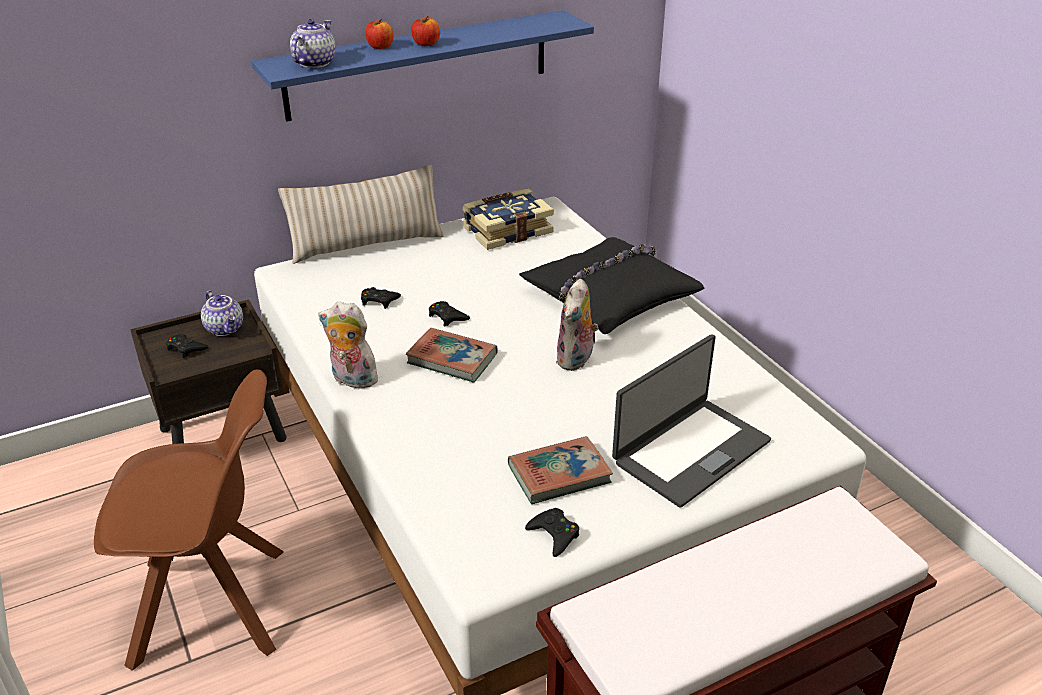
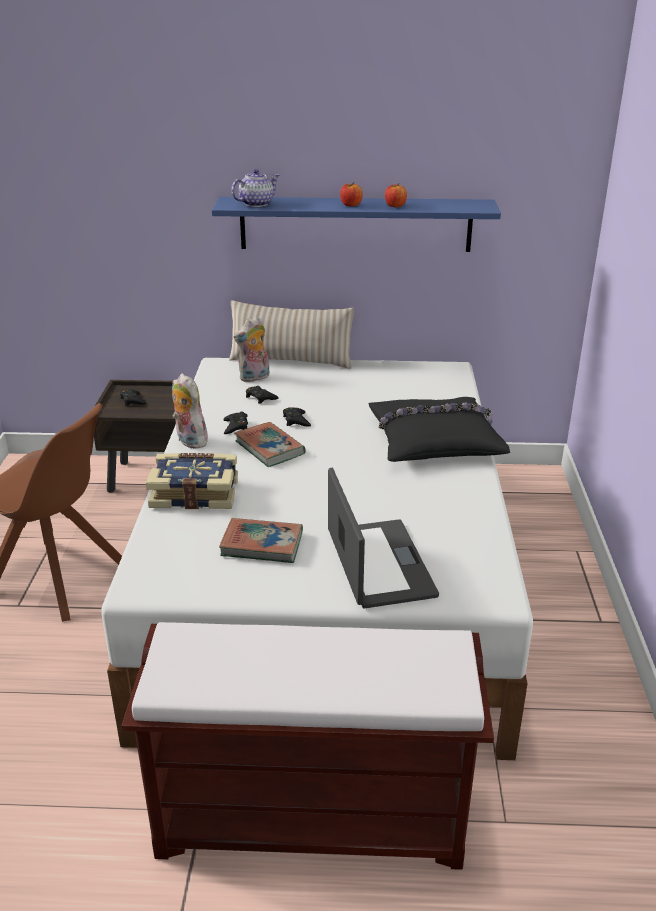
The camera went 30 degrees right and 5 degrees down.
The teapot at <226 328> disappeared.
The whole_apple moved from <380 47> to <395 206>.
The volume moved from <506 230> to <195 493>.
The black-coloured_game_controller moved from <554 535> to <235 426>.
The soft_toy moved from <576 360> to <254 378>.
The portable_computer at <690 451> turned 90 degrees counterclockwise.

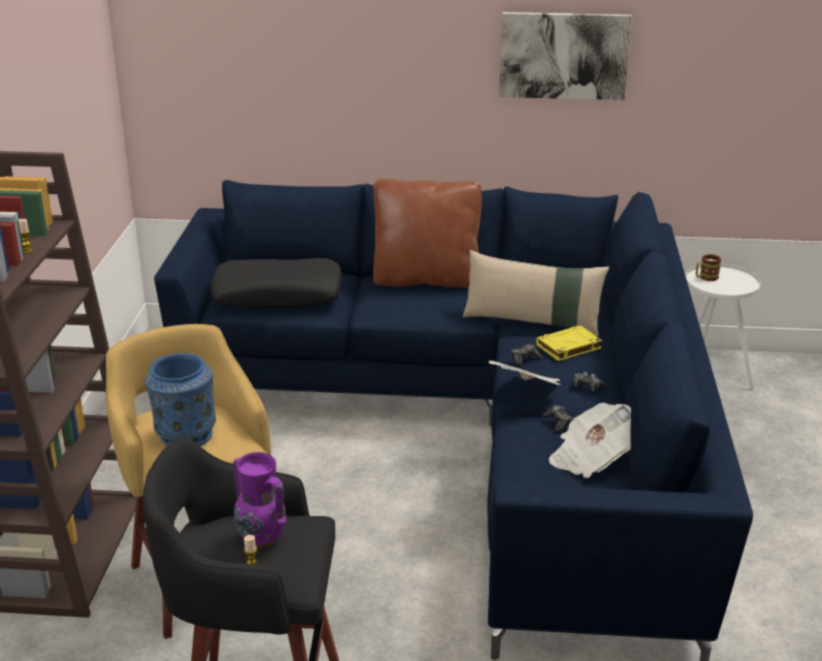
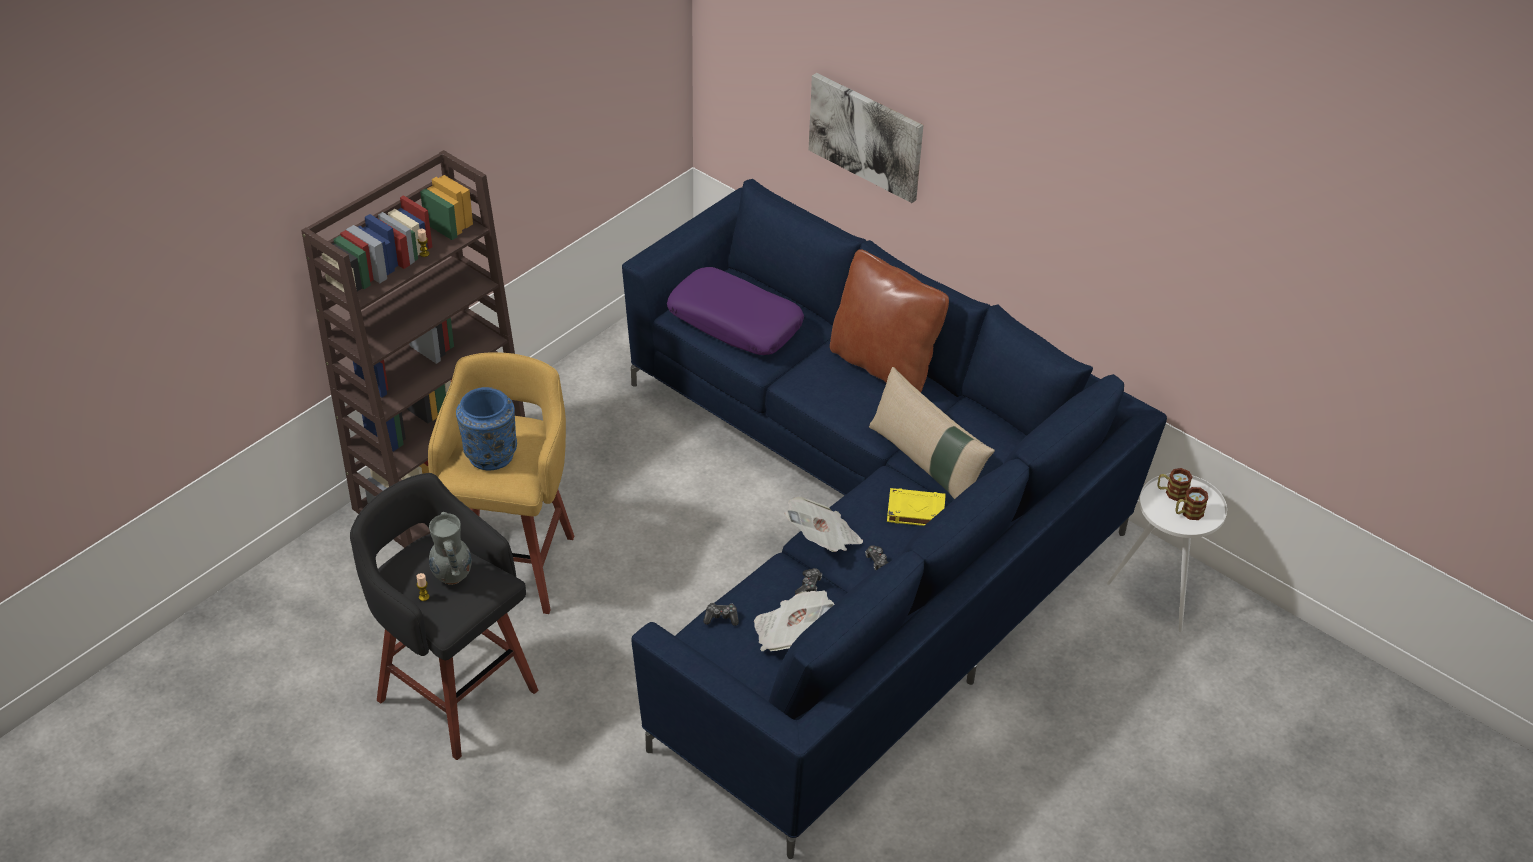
The camera went 35 degrees right and 15 degrees up.
The mug at <1188 513> appeared.
The wall_art moved from <563 55> to <866 136>.
The game_controller moved from <524 359> to <721 618>.
The black-coloured_throw_pillow at <278 295> became the purplish_throw_pillow at <735 322>.
The purplish_flower_vase at <262 539> became the gray_flower_vase at <452 577>.

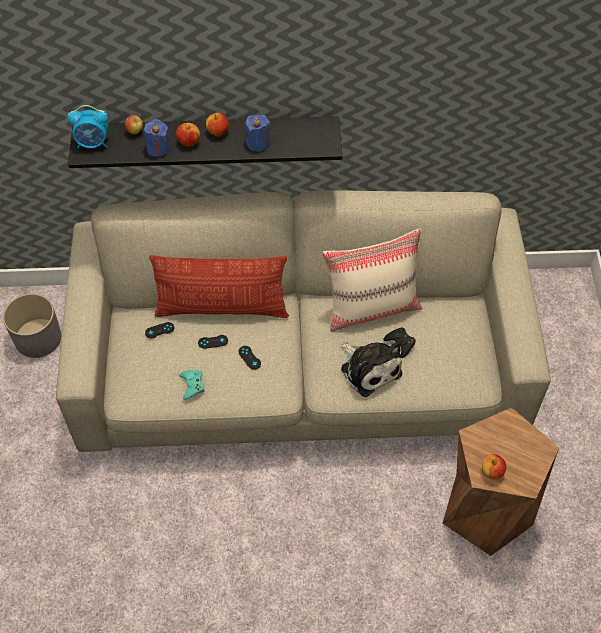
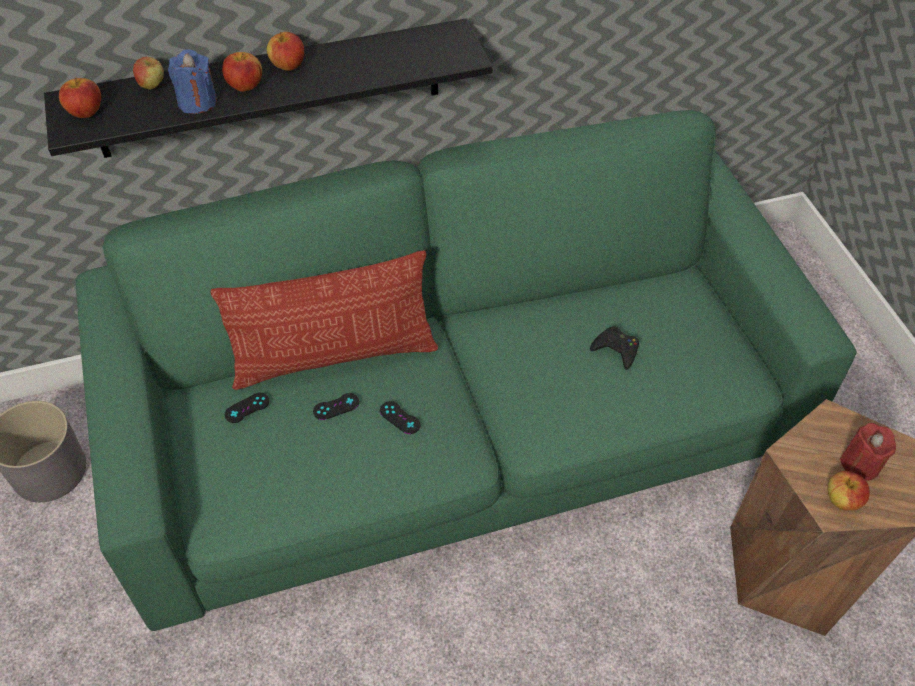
The camera went 15 degrees left and 5 degrees down.
The turquoise_game_controller at <192 385> disappeared.
The bluish_wax_candle at <258 142> disappeared.
The beige_throw_pillow at <372 307> disappeared.
The soft_toy at <369 368> disappeared.
The red_wax_candle at <860 464> appeared.
The alarm_clock at <93 143> was replaced by the whole_apple at <86 112>.
The beige_sofa at <300 363> became the green-coloured_sofa at <456 421>.

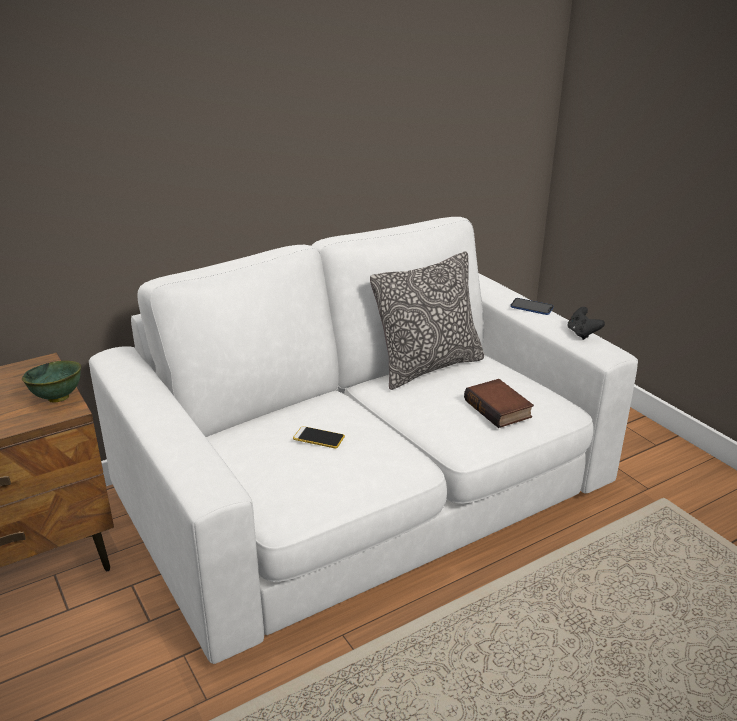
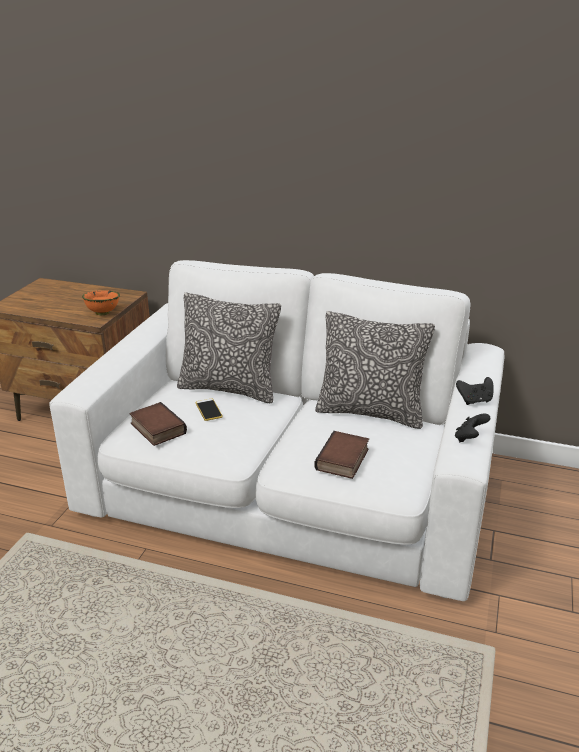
The camera went 50 degrees right and 0 degrees up.
The volume at <156 428> appeared.
The throw_pillow at <229 389> appeared.
The phone at <531 307> was replaced by the black-coloured_game_controller at <475 401>.
The green-coloured_serving_bowl at <56 398> became the orange_serving_bowl at <102 313>.

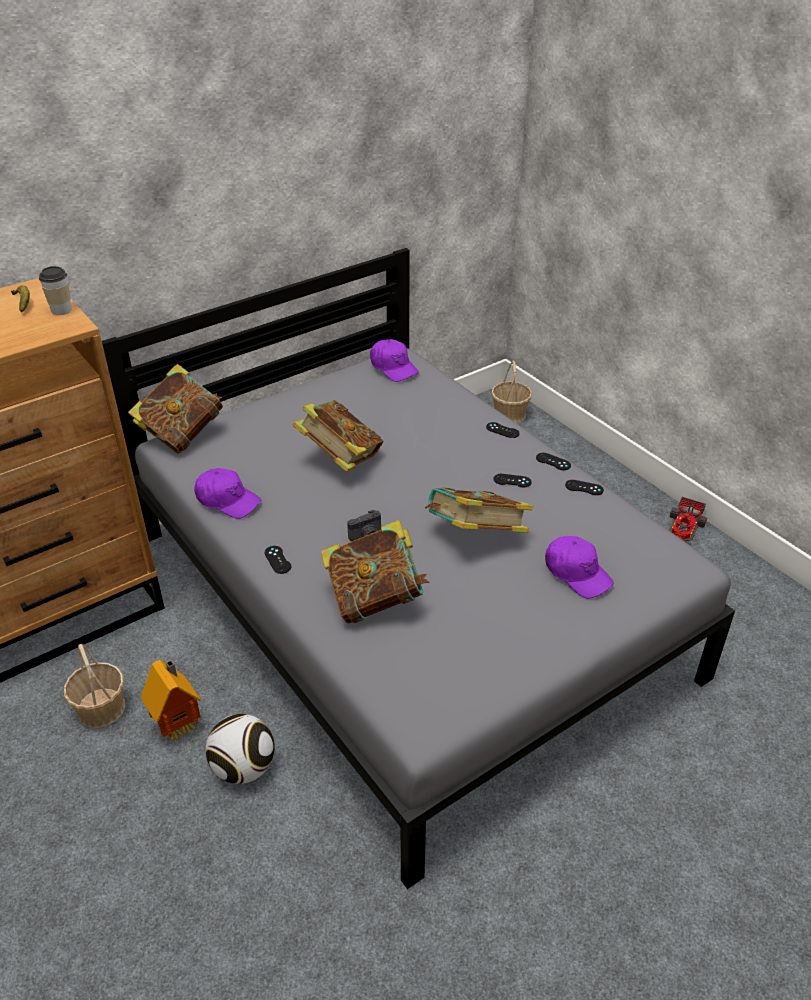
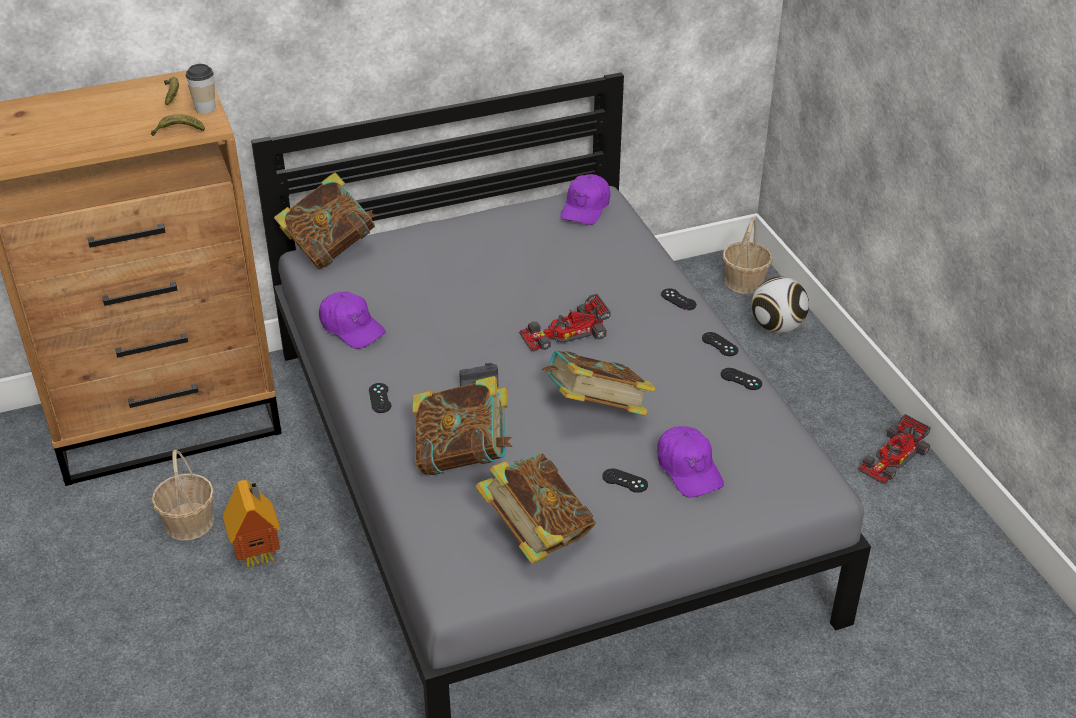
The camera went 15 degrees right and 0 degrees up.
The whole_banana at <178 131> appeared.
The model_car at <565 332> appeared.
The football_ball moved from <243 768> to <776 326>.
The volume moved from <340 459> to <536 534>.
The black-coloured_game_controller moved from <512 480> to <625 481>.
The purplish_baseball_cap at <393 367> turned 45 degrees clockwise.

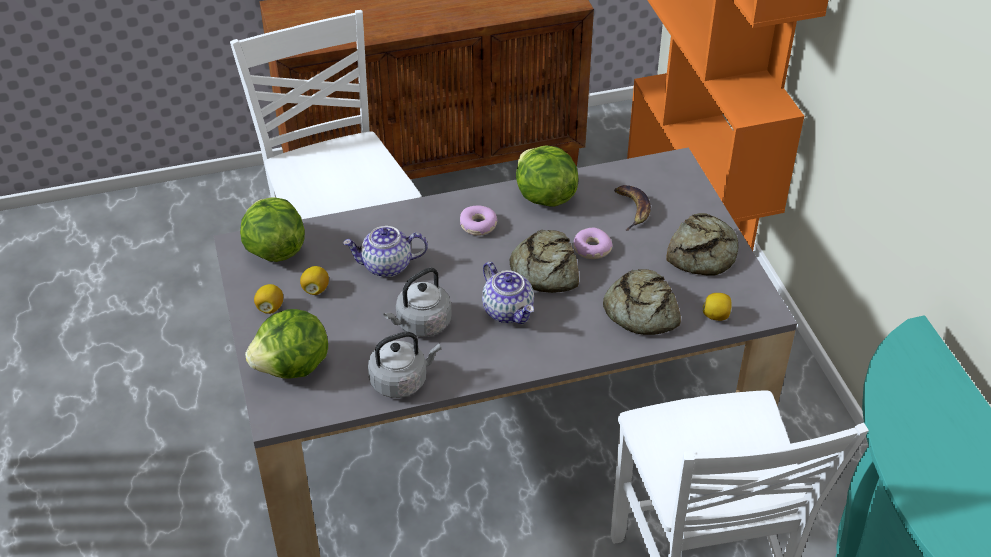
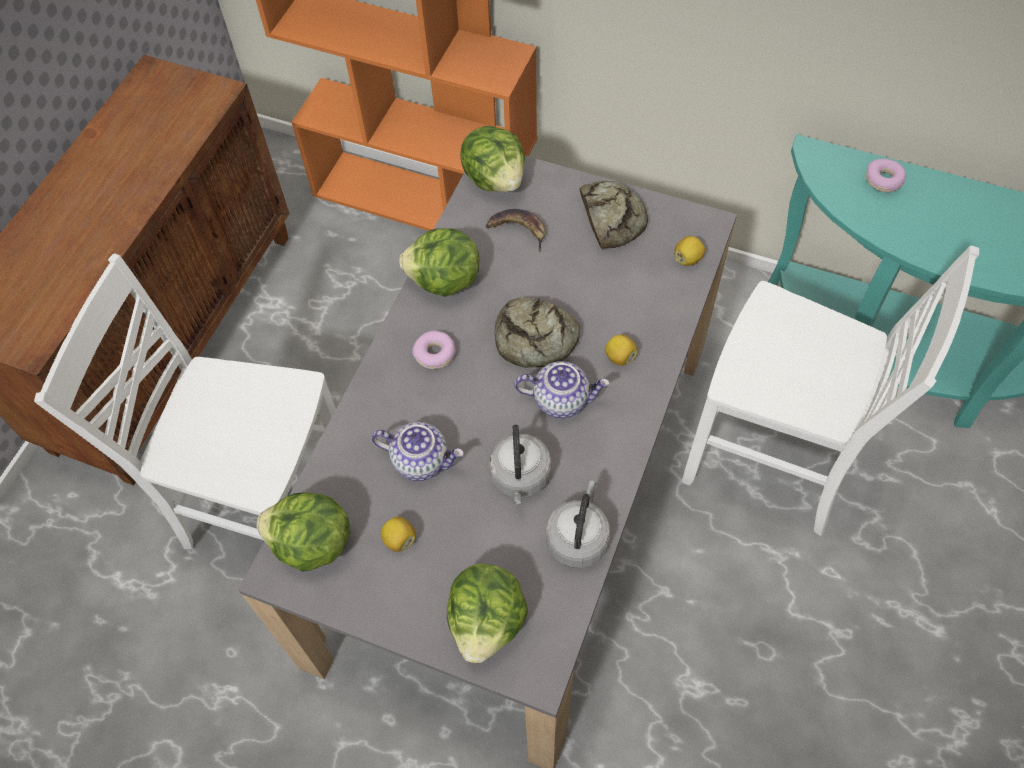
The camera went 50 degrees left and 15 degrees up.
The bakery_bread at <640 310> disappeared.
The lettuce at <495 179> appeared.
The citrus_fruit moved from <270 307> to <620 357>.
The donut moved from <591 249> to <883 180>.
The teapot at <386 266> turned 105 degrees counterclockwise.

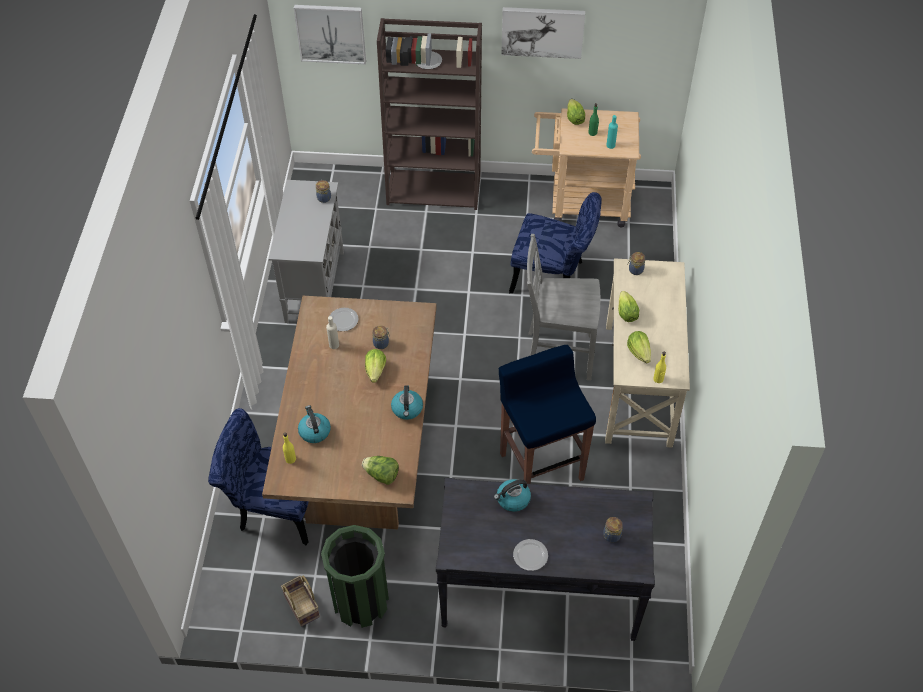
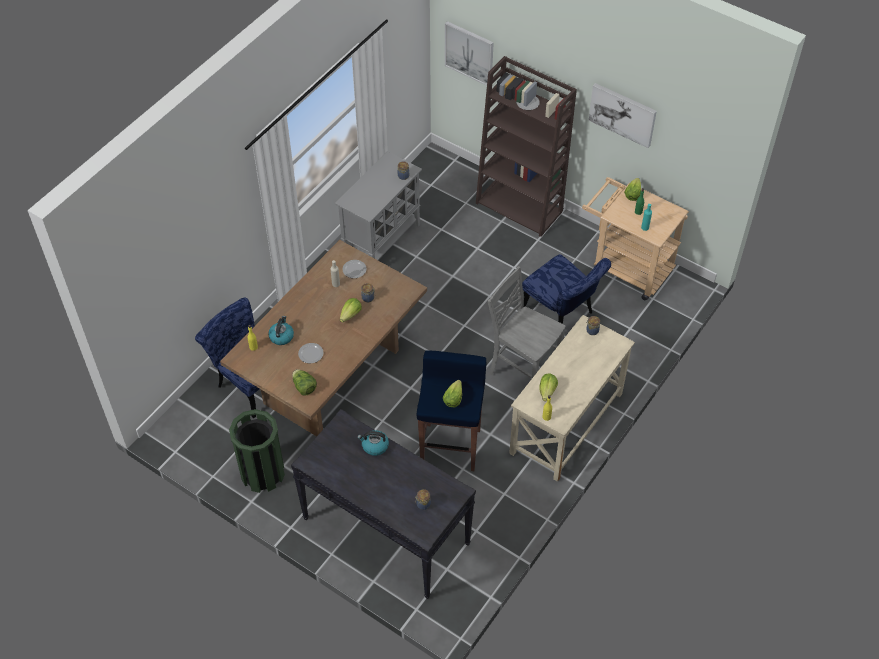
The camera went 30 degrees right and 0 degrees up.
The basket at <303 607> disappeared.
The kettle at <407 409> disappeared.
The plate moved from <531 555> to <311 354>.
The lettuce moved from <626 313> to <453 399>.

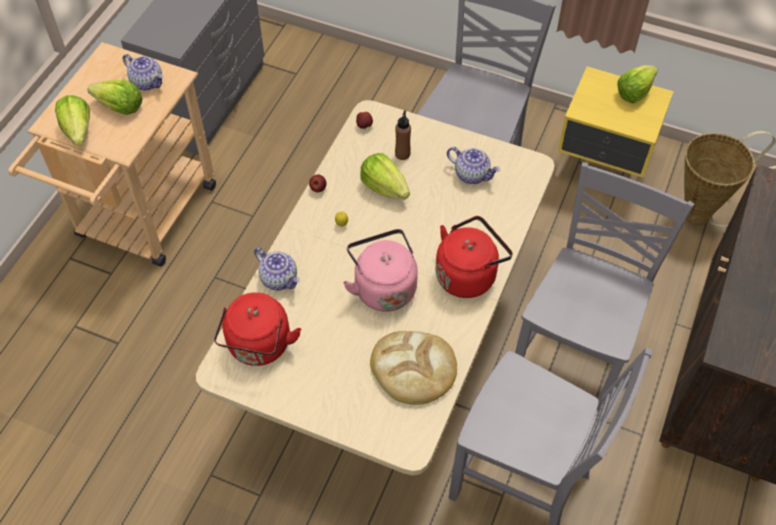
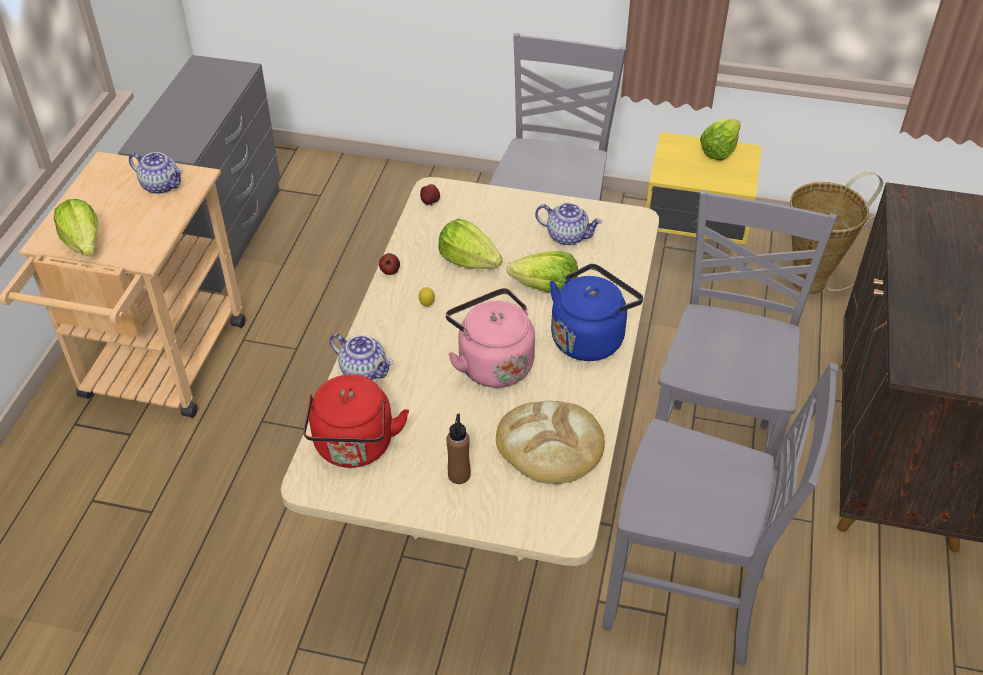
The camera went 10 degrees left and 10 degrees down.
The lettuce moved from <119 107> to <545 288>.
The brown-coloured_drink_bottle moved from <402 154> to <459 475>.
The red_kettle at <468 274> became the bluish_kettle at <590 337>.

